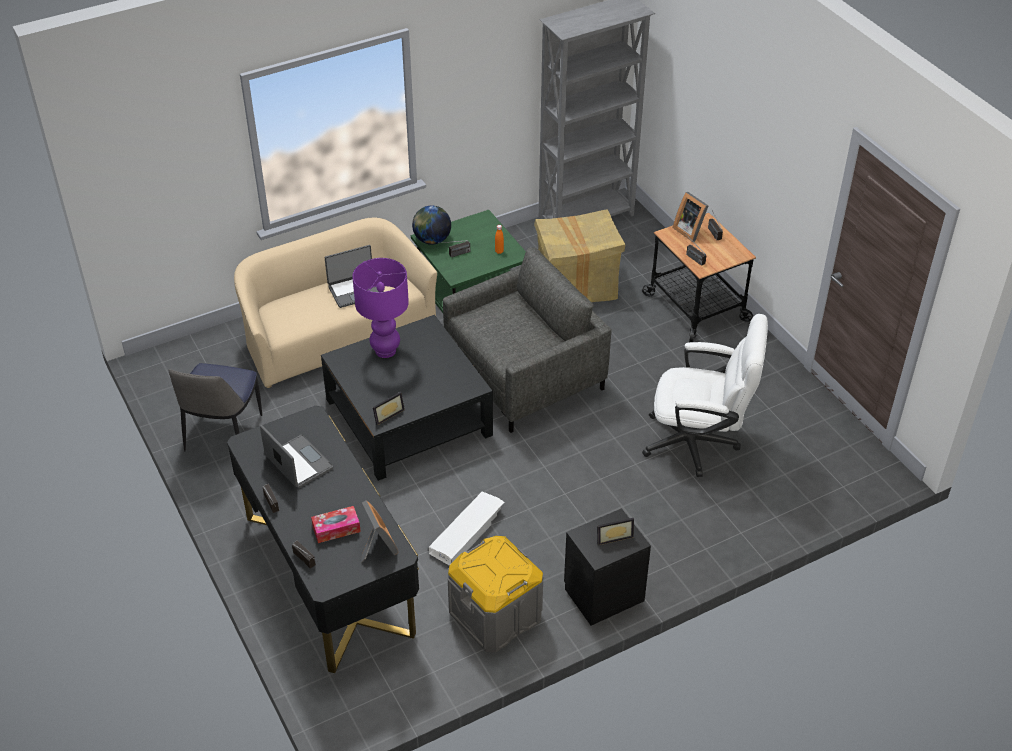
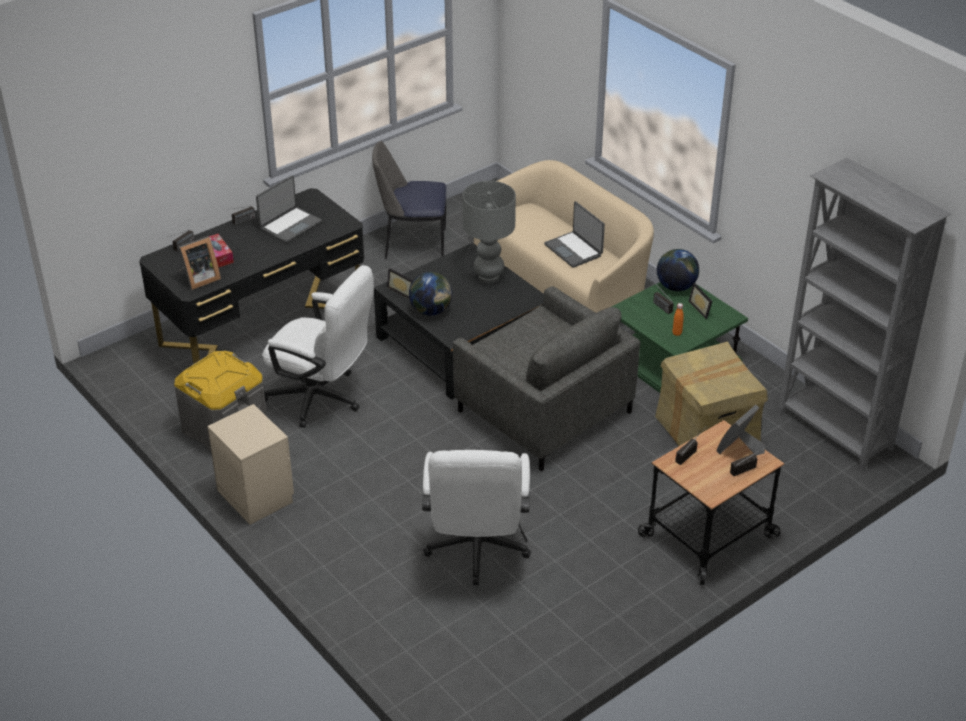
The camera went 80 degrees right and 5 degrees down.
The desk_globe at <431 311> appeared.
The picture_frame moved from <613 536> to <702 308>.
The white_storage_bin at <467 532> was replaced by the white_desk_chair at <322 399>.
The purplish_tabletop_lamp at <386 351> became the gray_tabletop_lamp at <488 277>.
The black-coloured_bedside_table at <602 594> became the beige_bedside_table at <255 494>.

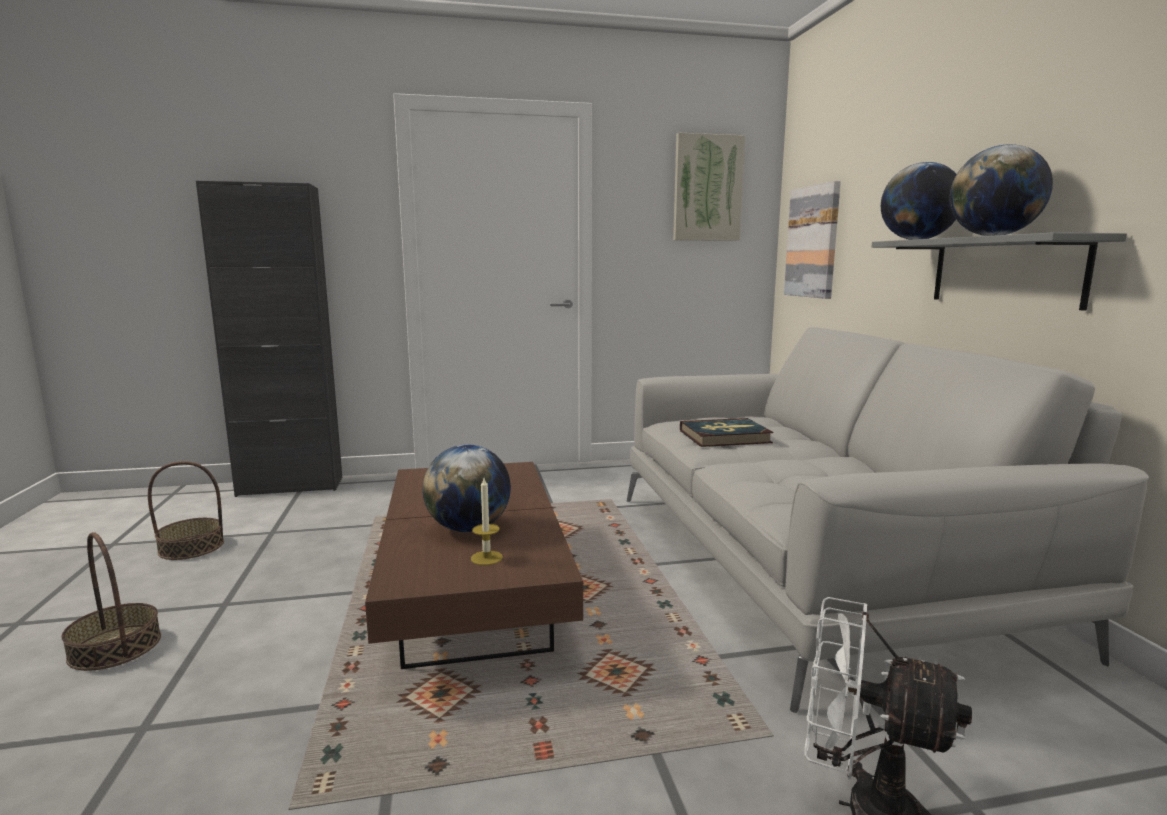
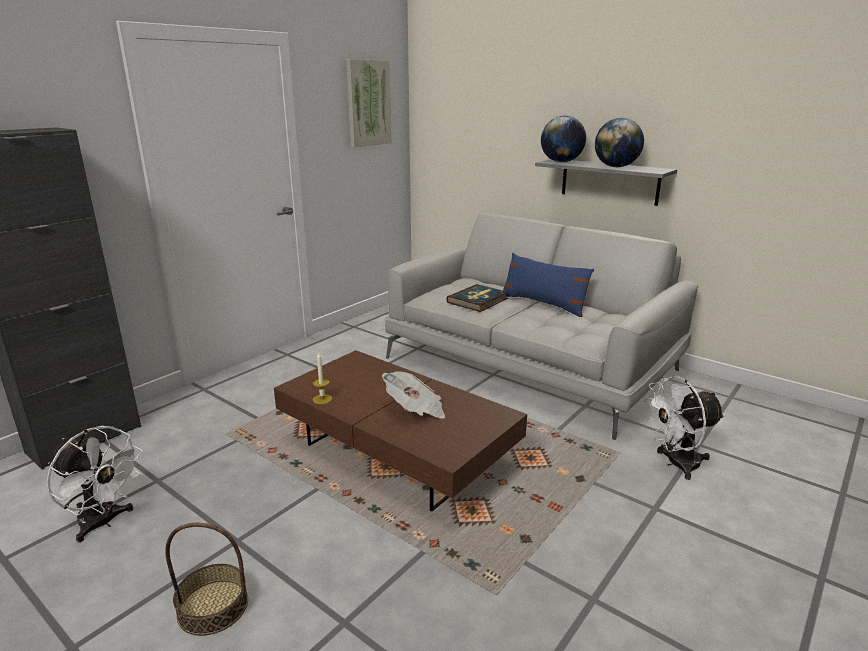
The camera went 40 degrees left and 10 degrees up.
The wall_art at <813 242> disappeared.
The bluish_throw_pillow at <543 304> appeared.
The wax_candle moved from <486 558> to <322 399>.
The basket at <191 547> was replaced by the white_electric_fan at <103 523>.
The desk_globe at <468 528> was replaced by the newspaper at <415 410>.

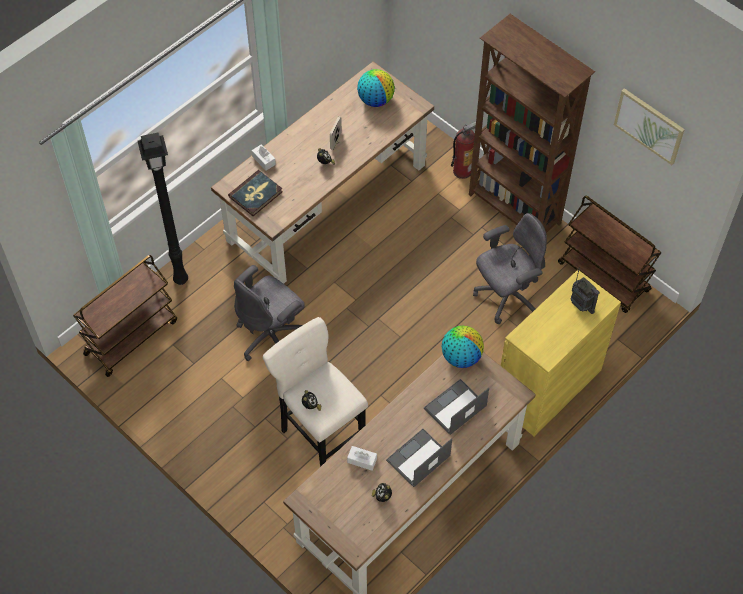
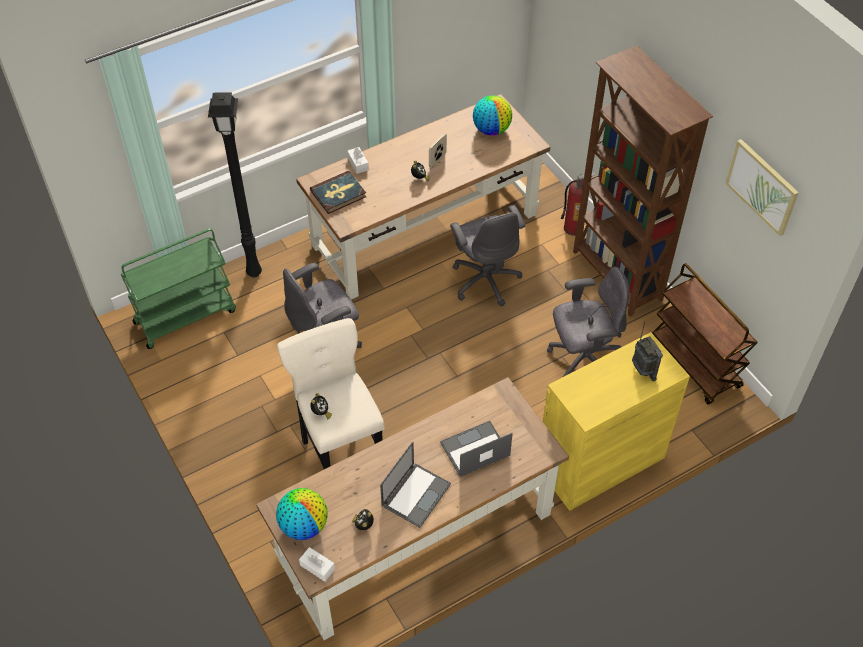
The camera went 15 degrees right and 5 degrees down.
The gray_desk_chair at <485 279> appeared.
The white_tissue_box moved from <362 460> to <317 567>.
The desk_globe moved from <461 357> to <304 525>.
The brown-coloured_wheeled_cart at <131 336> became the green-coloured_wheeled_cart at <186 316>.
The portable_computer at <418 459> turned 150 degrees clockwise.

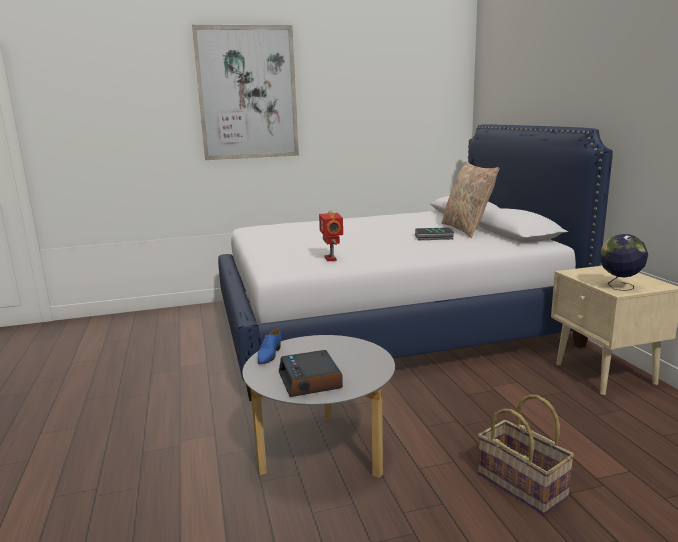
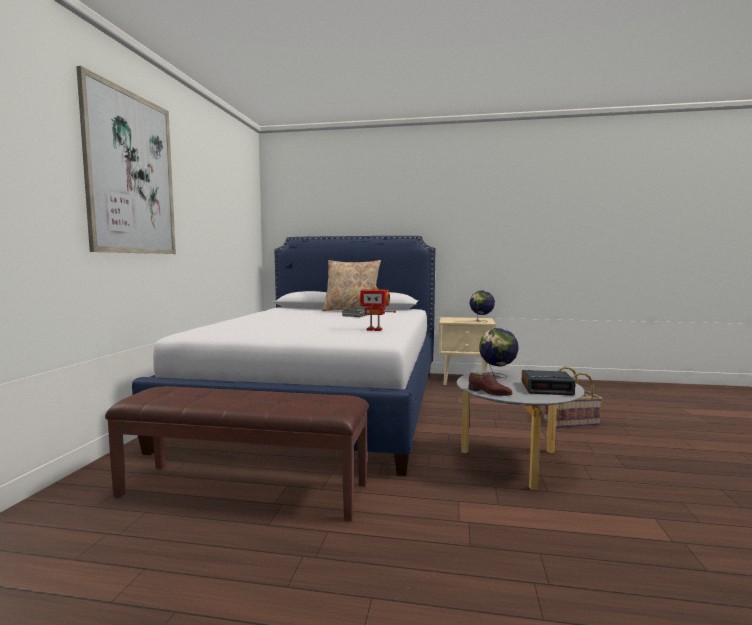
The camera went 65 degrees left and 10 degrees down.
The brown-coloured_long_seat at <245 489> appeared.
The desk_globe at <497 376> appeared.
The bluish_item_of_footwear at <269 355> became the brown-coloured_item_of_footwear at <489 392>.

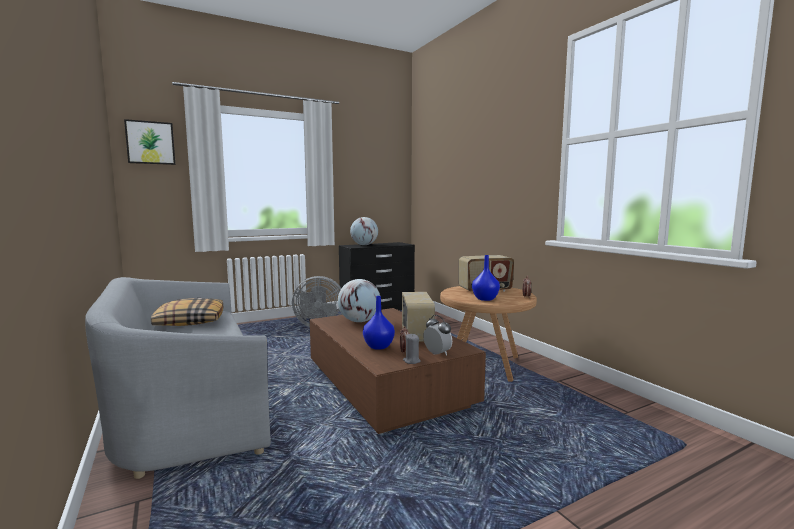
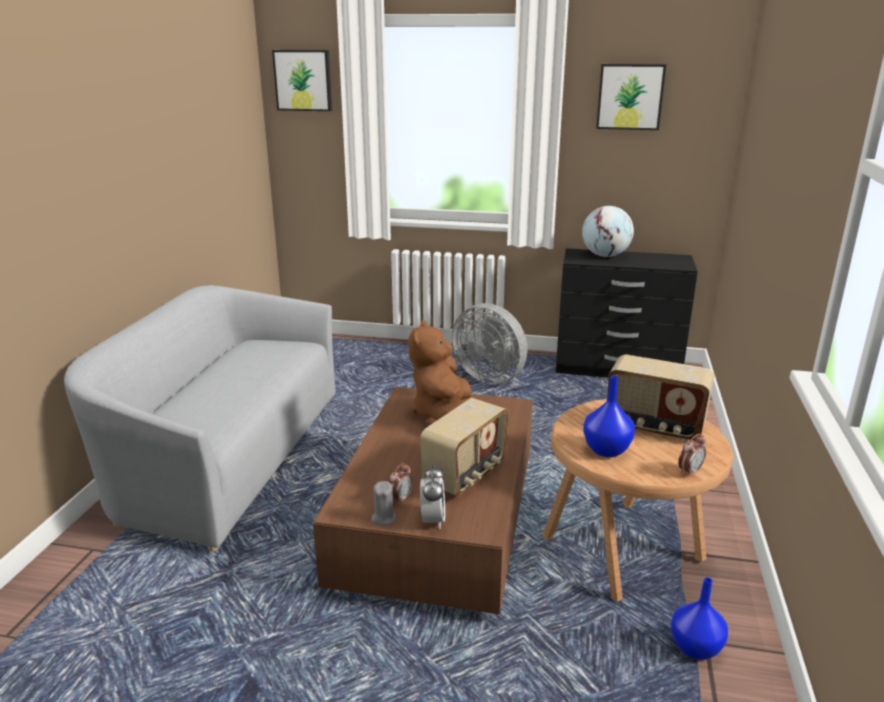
The camera went 40 degrees right and 15 degrees up.
The throw_pillow at <189 321> disappeared.
The wall_art at <630 96> appeared.
The bluish_flower_vase moved from <378 347> to <694 648>.
The desk_globe at <359 321> was replaced by the brown-coloured_soft_toy at <442 413>.

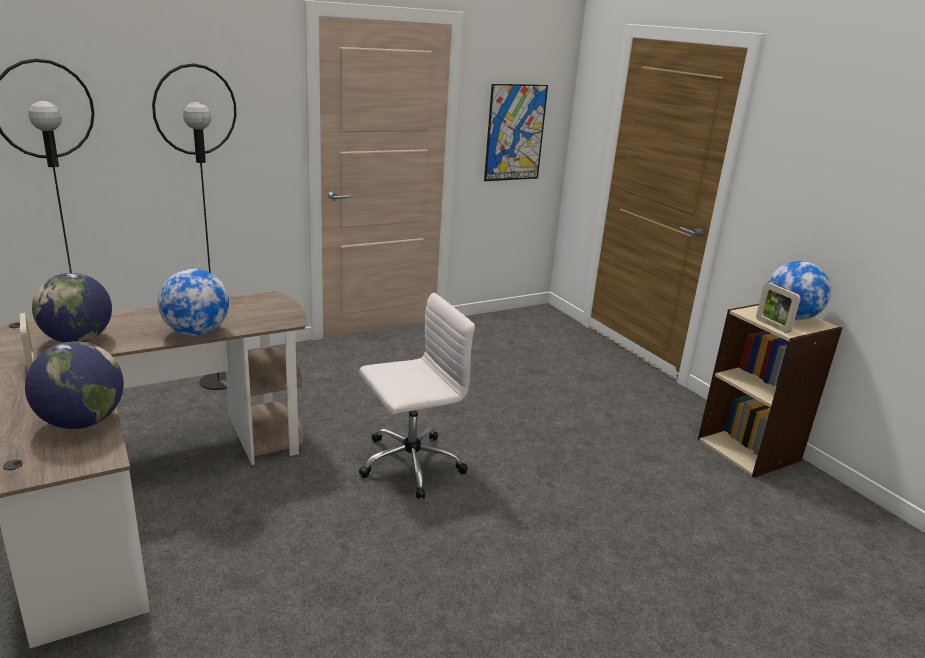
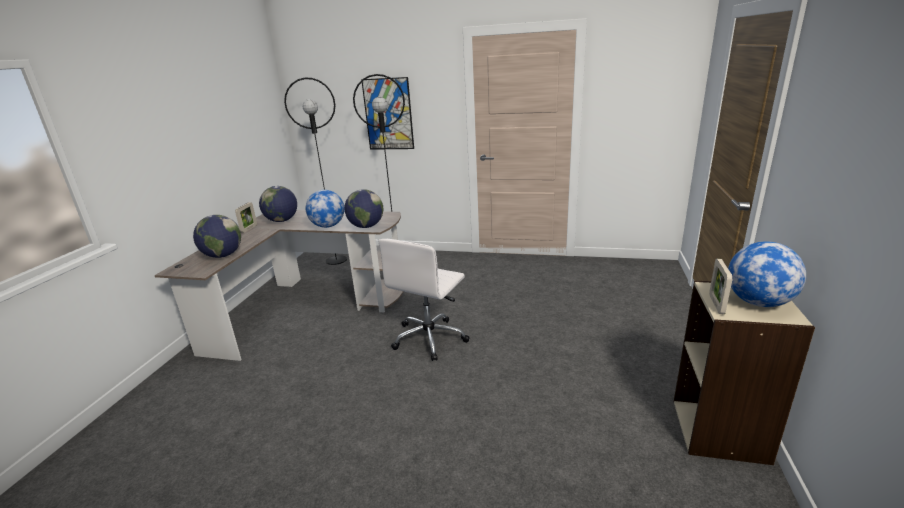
The camera went 45 degrees right and 0 degrees up.
The desk_globe at <366 226> appeared.
The wall_art moved from <515 133> to <388 114>.
The white_desk_chair at <409 464> turned 105 degrees clockwise.

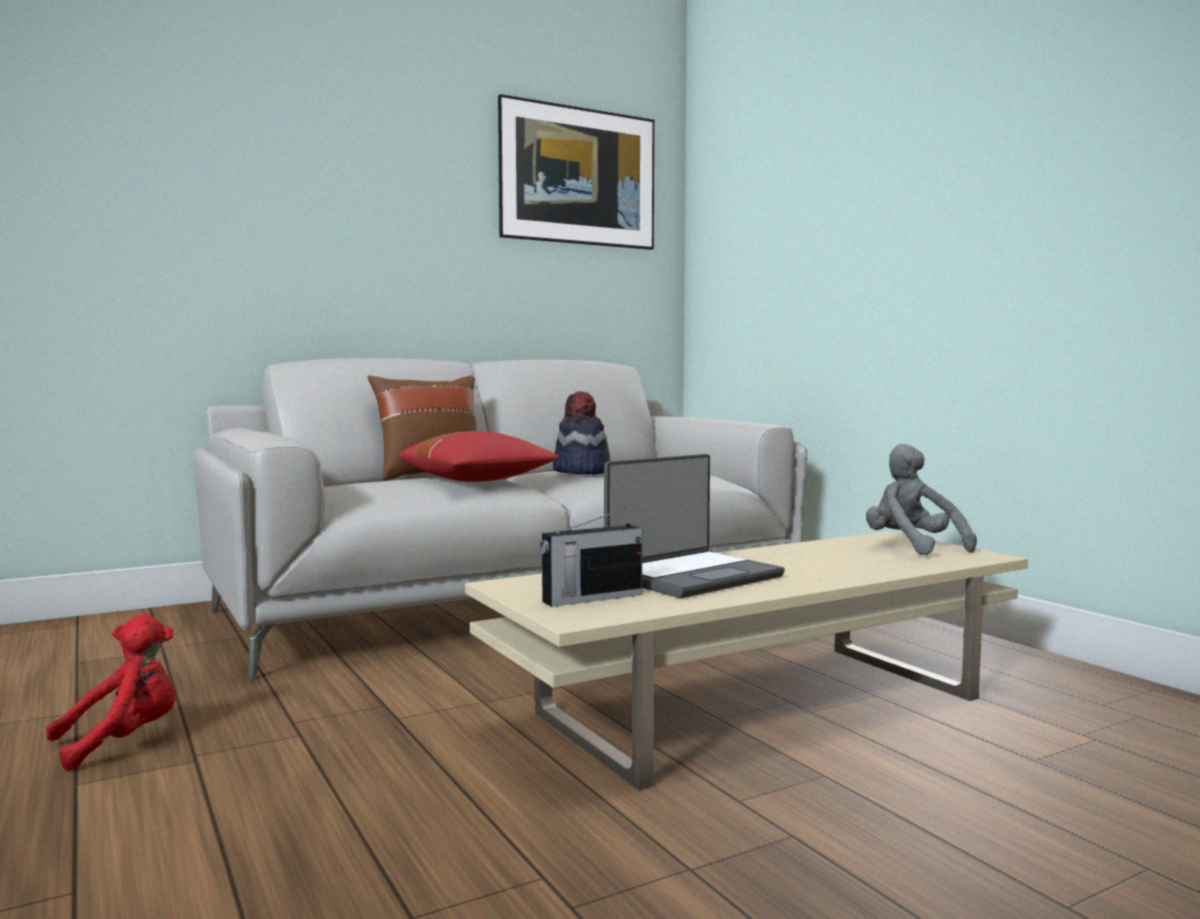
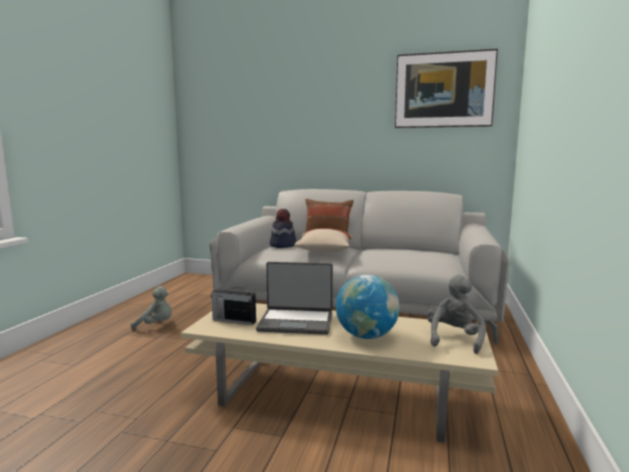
The camera went 45 degrees right and 5 degrees up.
The desk_globe at <366 336> appeared.
The wearable_hat moved from <581 472> to <282 245>.
The red_soft_toy at <123 742> became the gray_soft_toy at <156 325>.
The red_throw_pillow at <478 481> became the beige_throw_pillow at <324 251>.

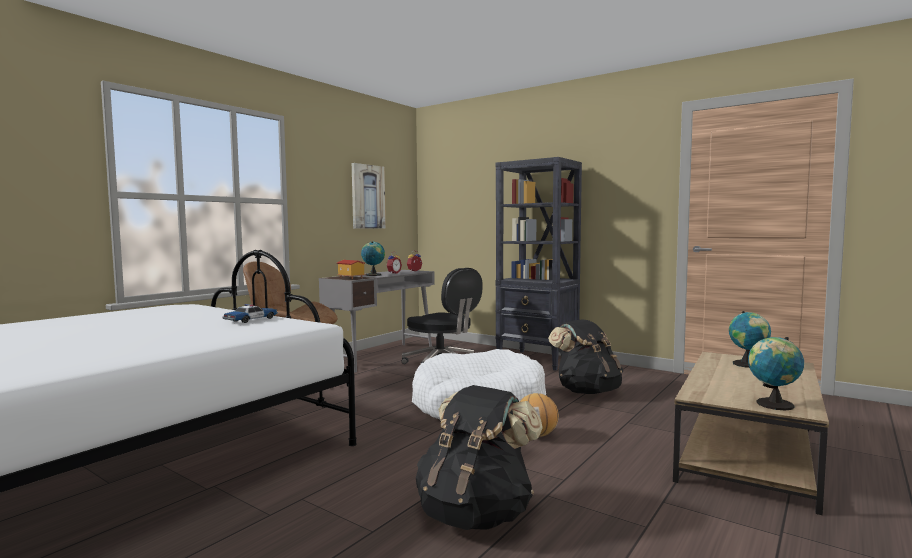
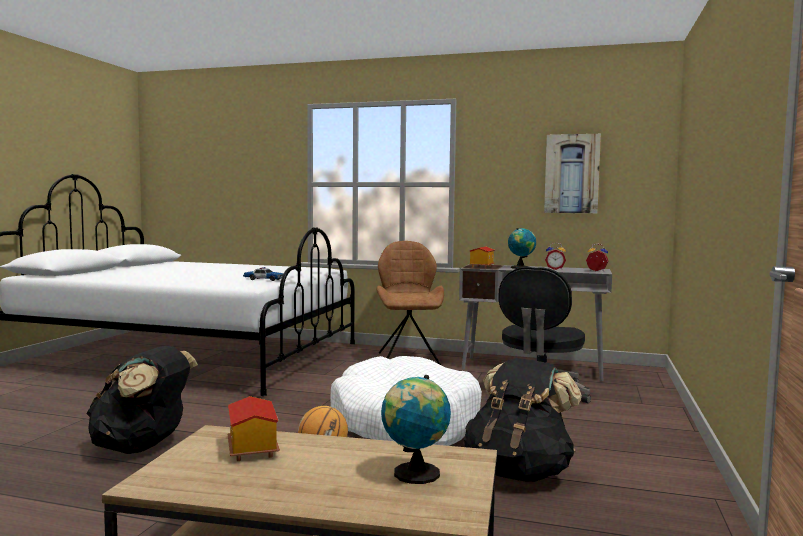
The camera went 70 degrees right and 0 degrees up.
The black-coloured_shelving_unit at <538 360> disappeared.
The desk_globe at <772 405> disappeared.
The model_house at <251 449> appeared.

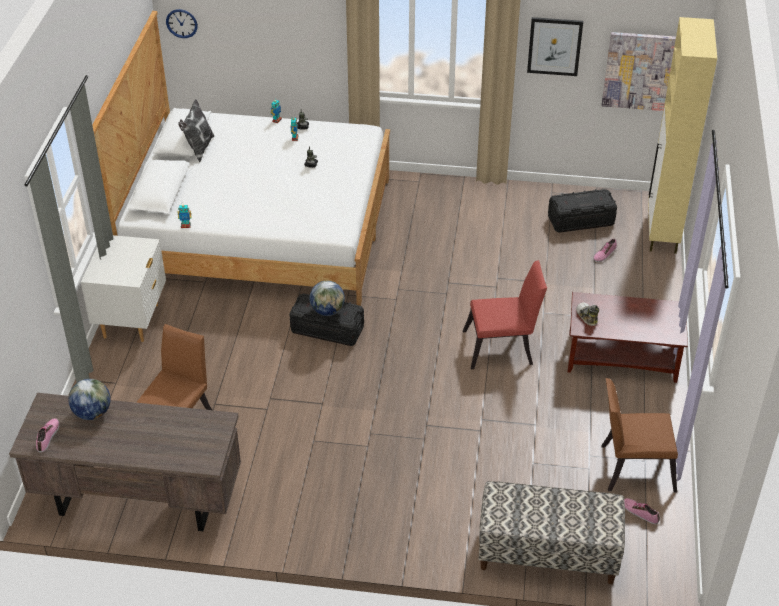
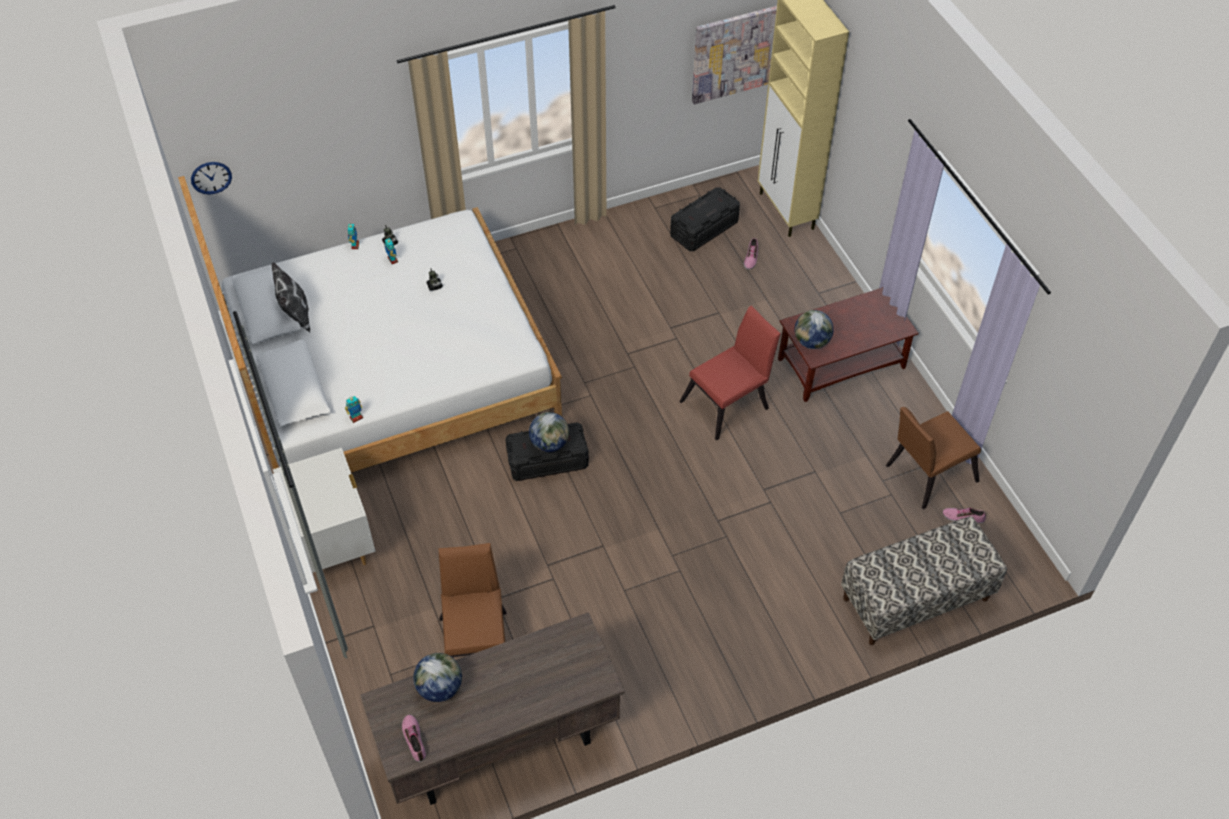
The camera went 30 degrees left and 10 degrees up.
The wall_art at <554 46> disappeared.
The item_of_footwear at <586 317> was replaced by the desk_globe at <811 342>.

